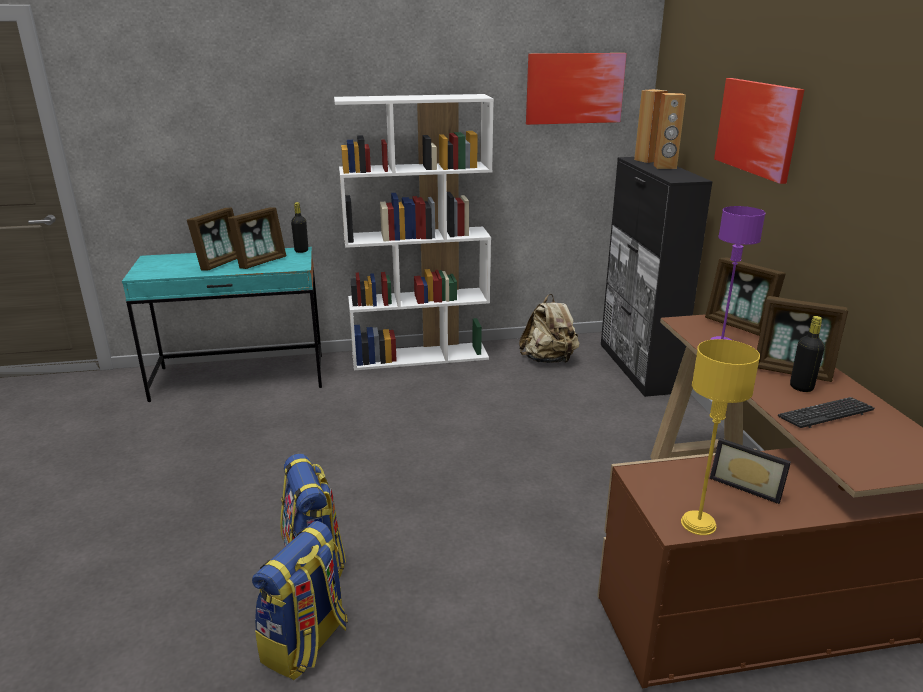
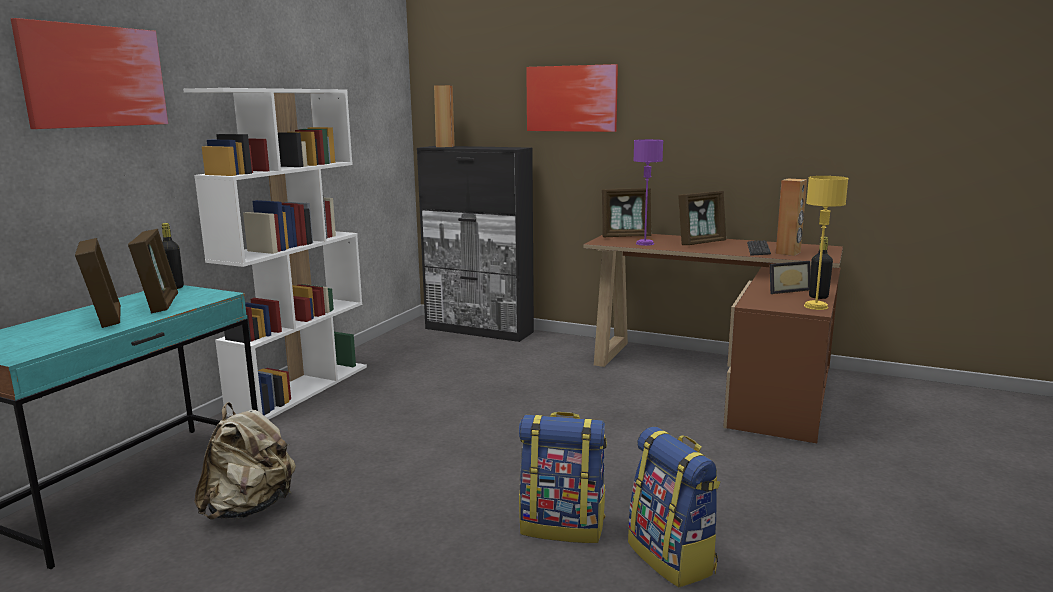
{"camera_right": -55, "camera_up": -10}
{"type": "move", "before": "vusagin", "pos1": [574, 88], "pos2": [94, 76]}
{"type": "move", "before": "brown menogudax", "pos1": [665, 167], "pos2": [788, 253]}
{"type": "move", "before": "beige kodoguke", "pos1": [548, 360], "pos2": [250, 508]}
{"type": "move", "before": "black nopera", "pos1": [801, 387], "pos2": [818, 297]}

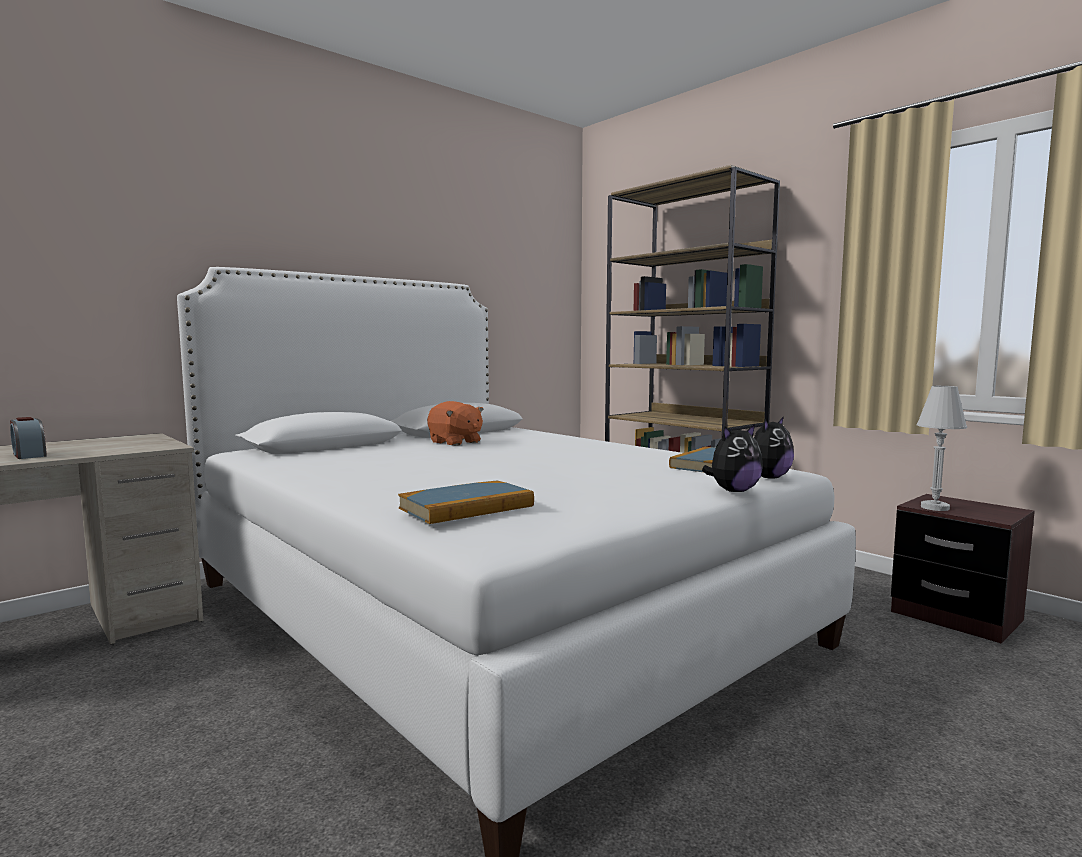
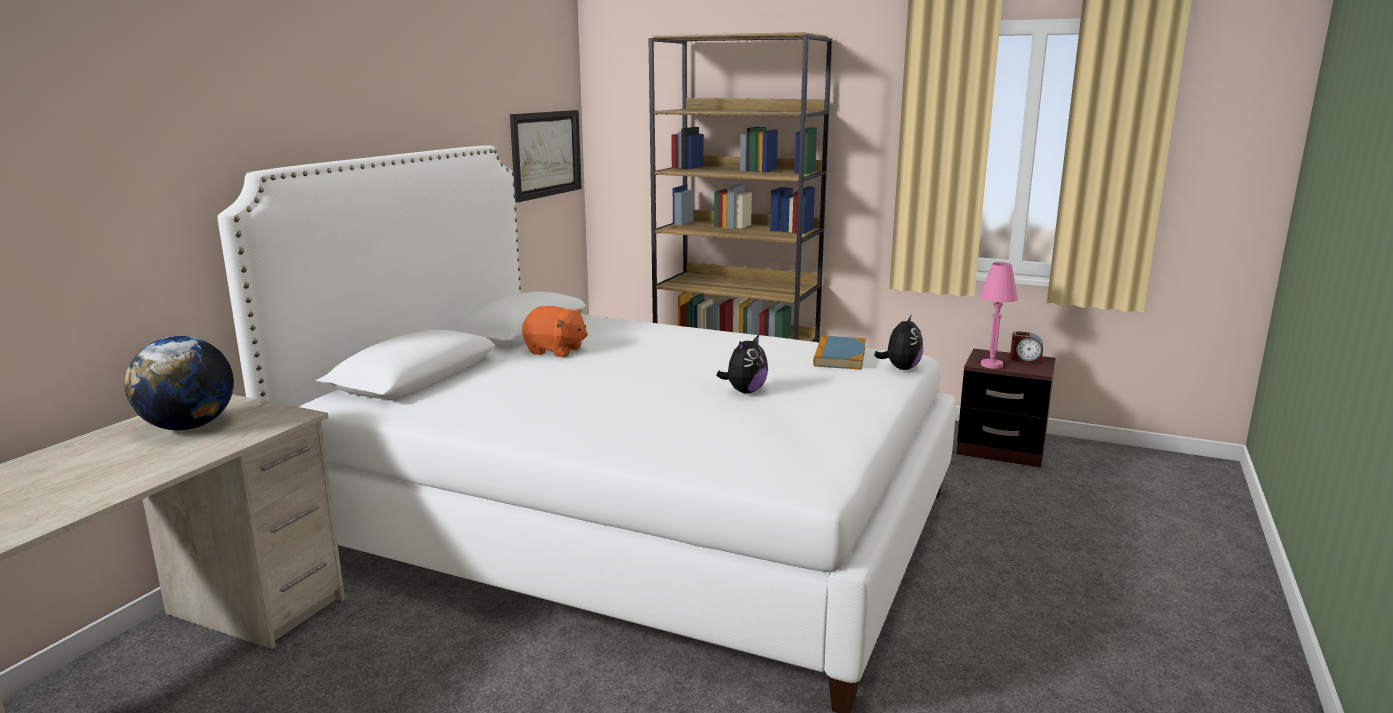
{"camera_right": -25, "camera_up": 10}
{"type": "recolor", "before": "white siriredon", "after": "pink siriredon", "pos1": [934, 507], "pos2": [991, 365]}
{"type": "move", "before": "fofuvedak", "pos1": [29, 455], "pos2": [1025, 359]}
{"type": "move", "before": "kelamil", "pos1": [733, 491], "pos2": [745, 391]}
{"type": "delete", "before": "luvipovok", "pos1": [467, 507]}
{"type": "insert", "after": "vusagin", "pos2": [546, 154]}
{"type": "insert", "after": "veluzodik", "pos2": [188, 427]}

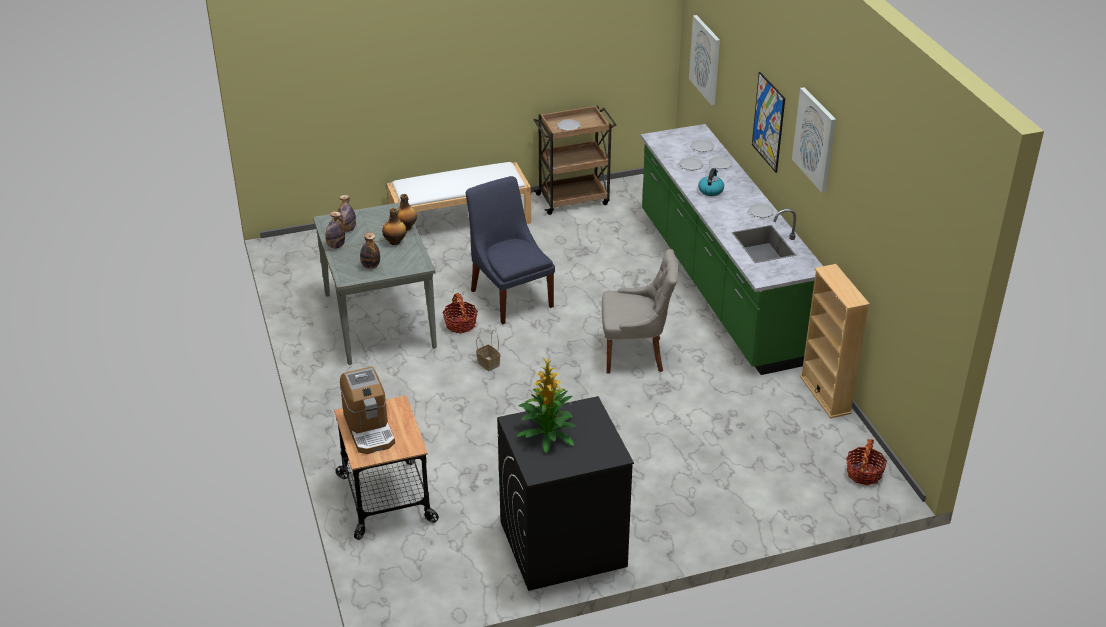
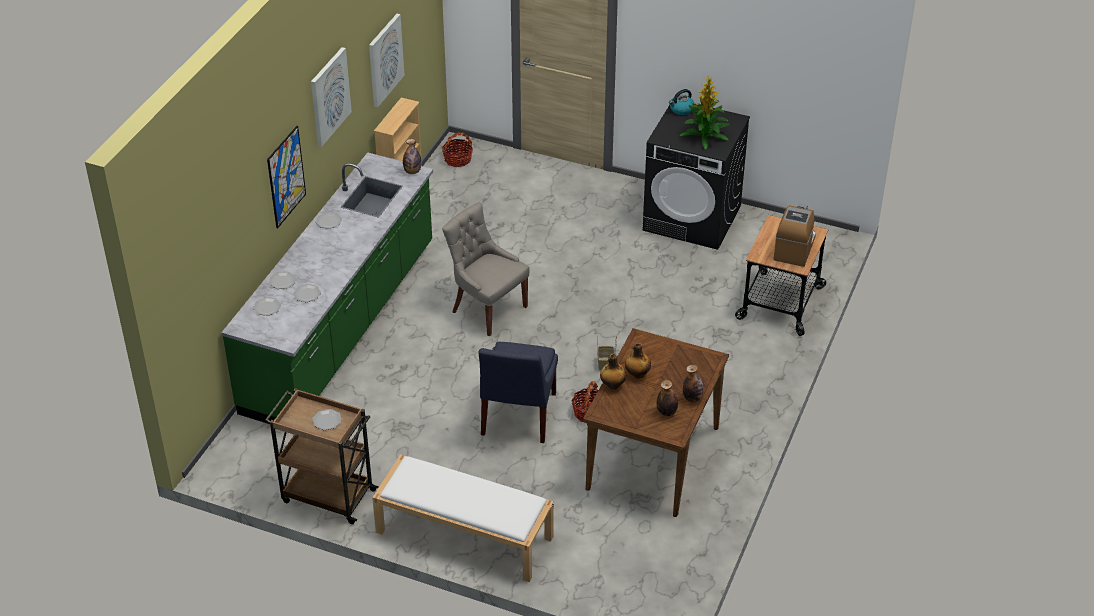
{"camera_right": -140, "camera_up": 5}
{"type": "move", "before": "vusagin", "pos1": [705, 59], "pos2": [385, 60]}
{"type": "move", "before": "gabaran", "pos1": [710, 190], "pos2": [681, 109]}
{"type": "recolor", "before": "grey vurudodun", "after": "brown vurudodun", "pos1": [379, 319], "pos2": [653, 458]}
{"type": "move", "before": "nopera", "pos1": [370, 266], "pos2": [412, 171]}

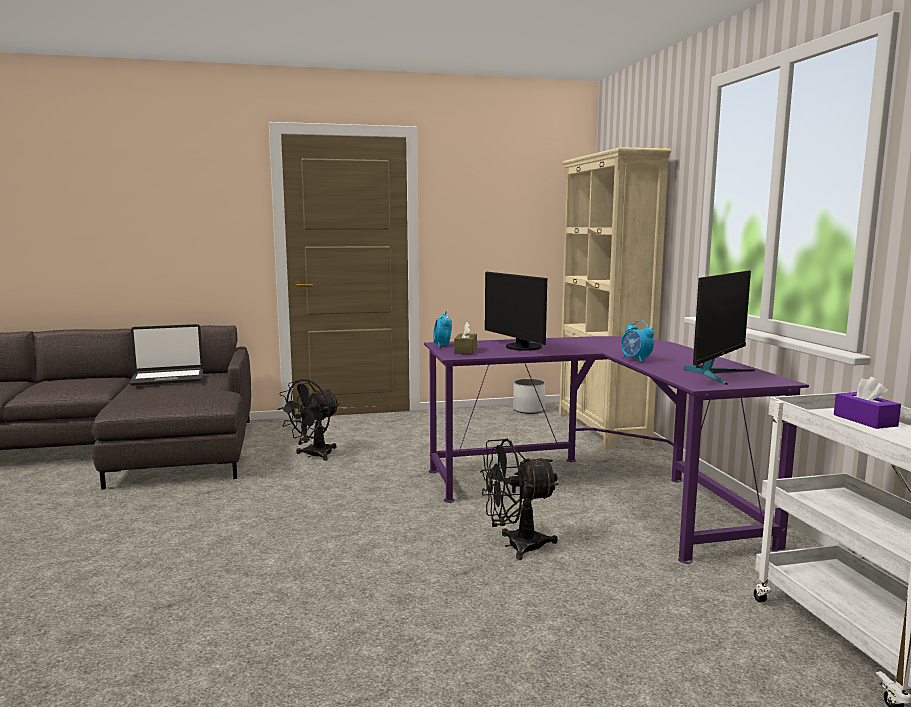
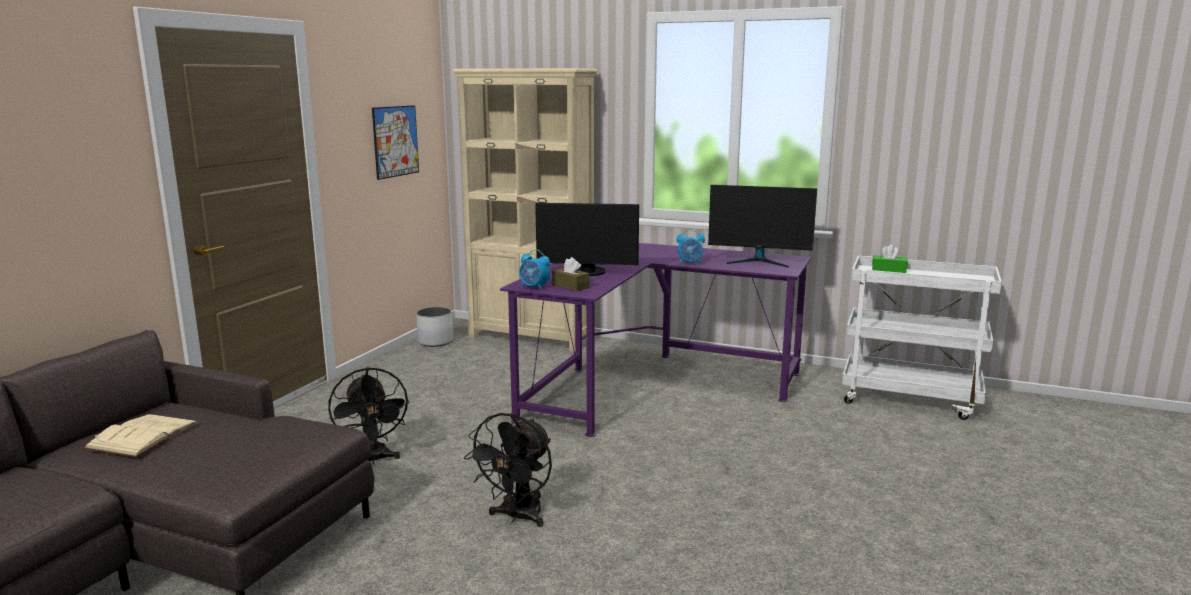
{"camera_right": -55, "camera_up": 5}
{"type": "rotate", "before": "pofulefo", "pos1": [716, 373], "pos2": [759, 261], "turn": 120}
{"type": "replace", "before": "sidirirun", "after": "beige luvipovok", "pos1": [168, 378], "pos2": [143, 435]}
{"type": "recolor", "before": "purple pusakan", "after": "green pusakan", "pos1": [865, 420], "pos2": [888, 271]}
{"type": "move", "before": "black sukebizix", "pos1": [515, 546], "pos2": [517, 517]}
{"type": "insert", "after": "vusagin", "pos2": [395, 141]}

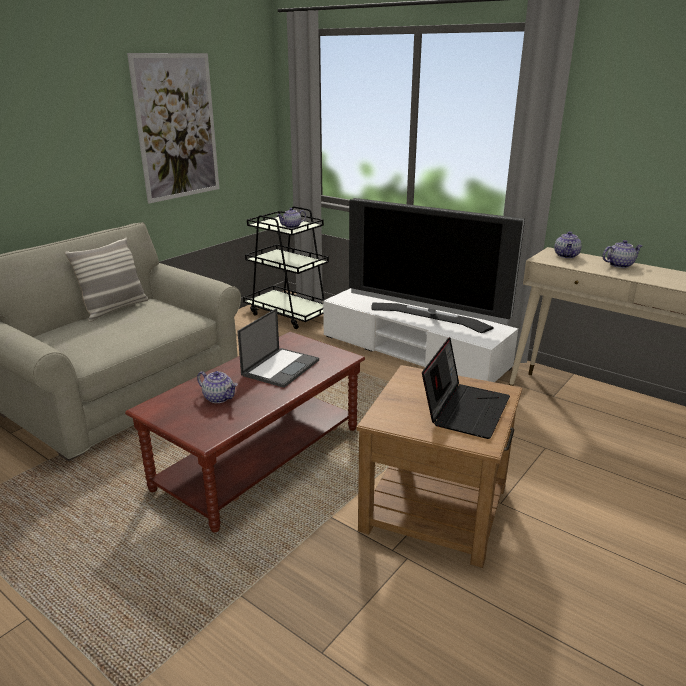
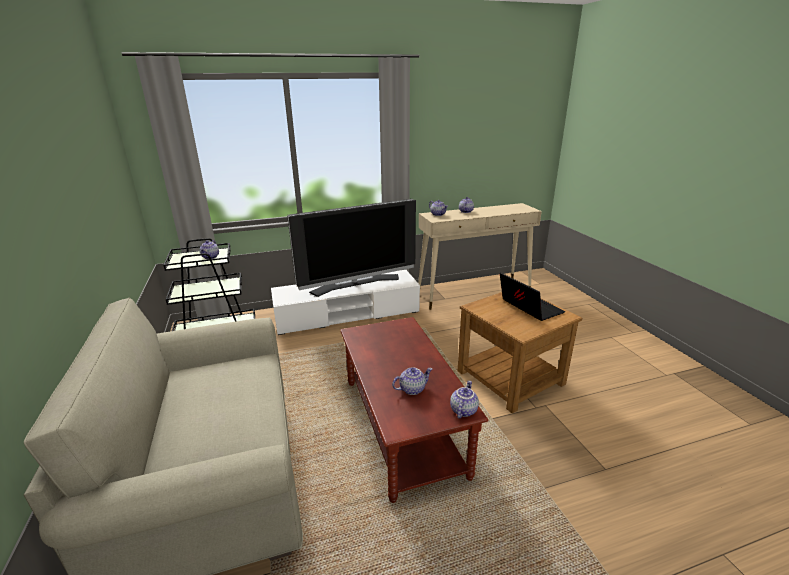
{"camera_right": -55, "camera_up": 0}
{"type": "delete", "before": "vusagin", "pos1": [177, 127]}
{"type": "delete", "before": "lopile", "pos1": [115, 309]}
{"type": "delete", "before": "sidirirun", "pos1": [281, 367]}
{"type": "insert", "after": "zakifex", "pos2": [463, 410]}

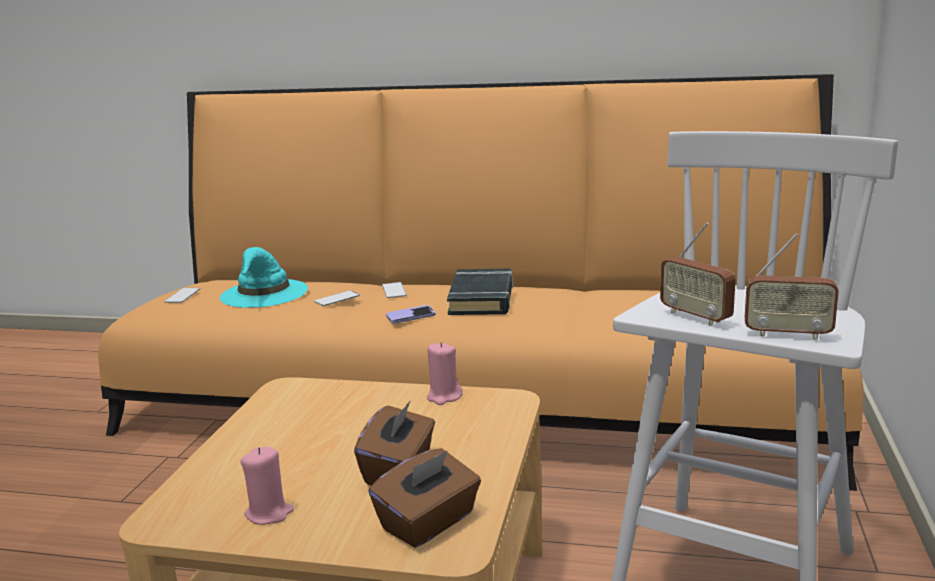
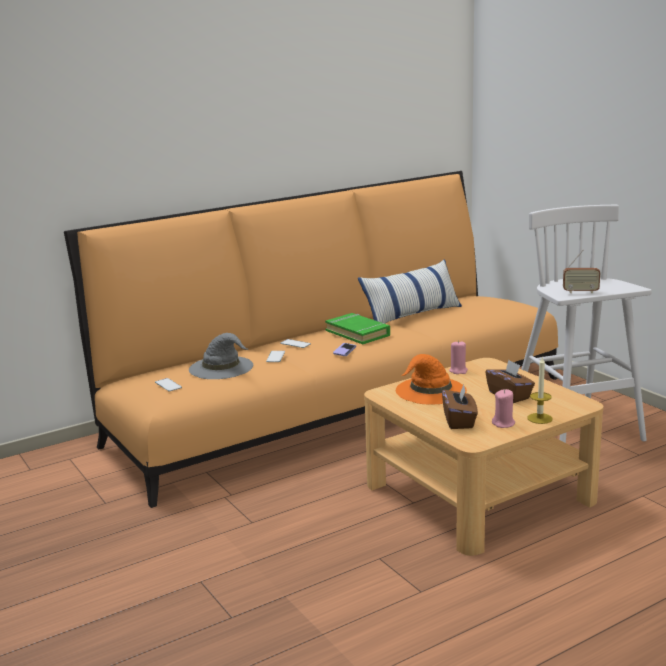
{"camera_right": -45, "camera_up": 0}
{"type": "delete", "before": "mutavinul", "pos1": [787, 334]}
{"type": "recolor", "before": "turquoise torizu", "after": "grey torizu", "pos1": [264, 293], "pos2": [222, 367]}
{"type": "recolor", "before": "black luvipovok", "after": "green luvipovok", "pos1": [482, 299], "pos2": [358, 333]}
{"type": "move", "before": "brown pusakan", "pos1": [429, 522], "pos2": [459, 421]}
{"type": "insert", "after": "lopile", "pos2": [412, 315]}
{"type": "insert", "after": "orange torizu", "pos2": [430, 391]}
{"type": "insert", "after": "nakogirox", "pos2": [539, 418]}

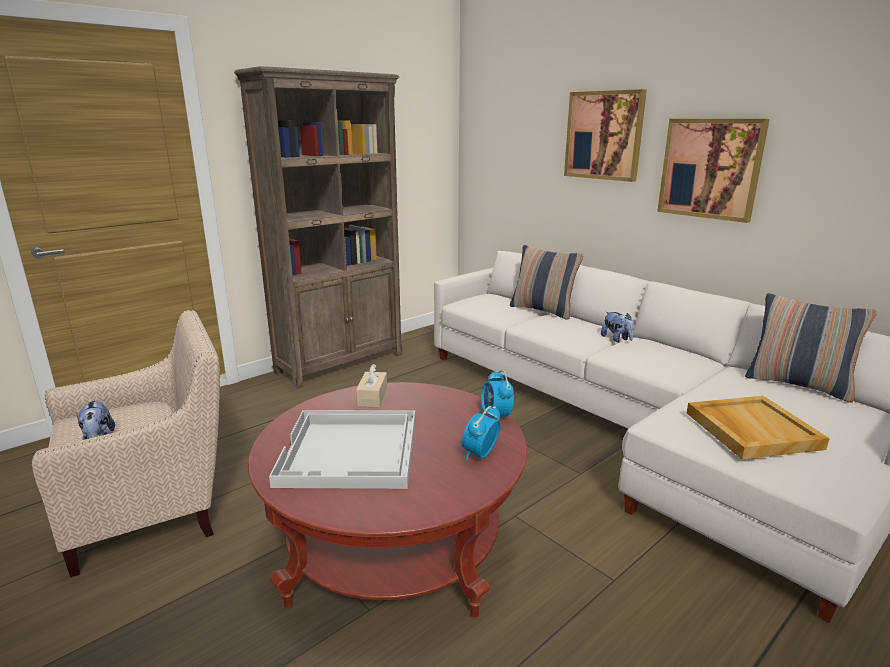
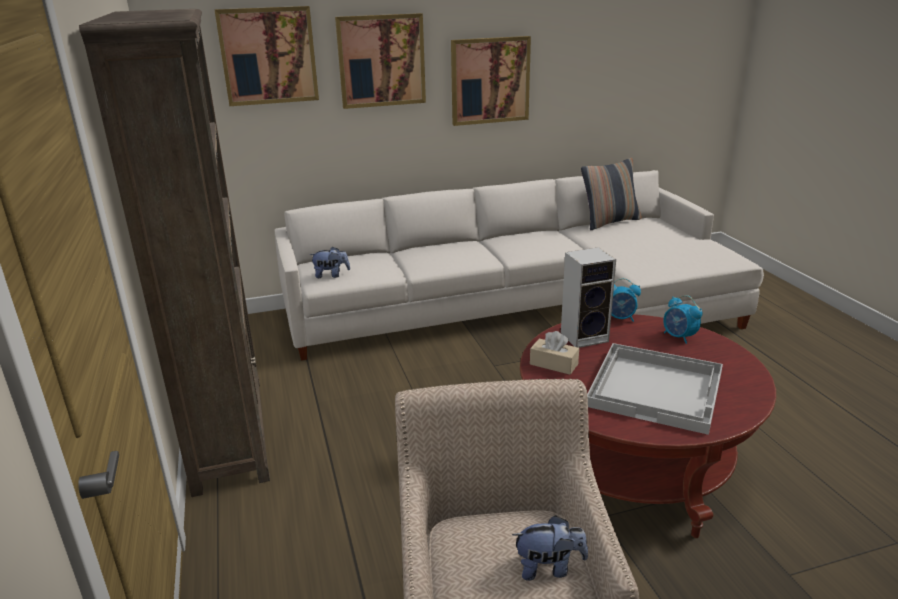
{"camera_right": -65, "camera_up": 5}
{"type": "delete", "before": "lopile", "pos1": [543, 310]}
{"type": "move", "before": "kelamil", "pos1": [617, 339], "pos2": [331, 275]}
{"type": "delete", "before": "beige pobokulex", "pos1": [750, 430]}
{"type": "insert", "after": "vusagin", "pos2": [268, 56]}
{"type": "insert", "after": "menogudax", "pos2": [585, 336]}

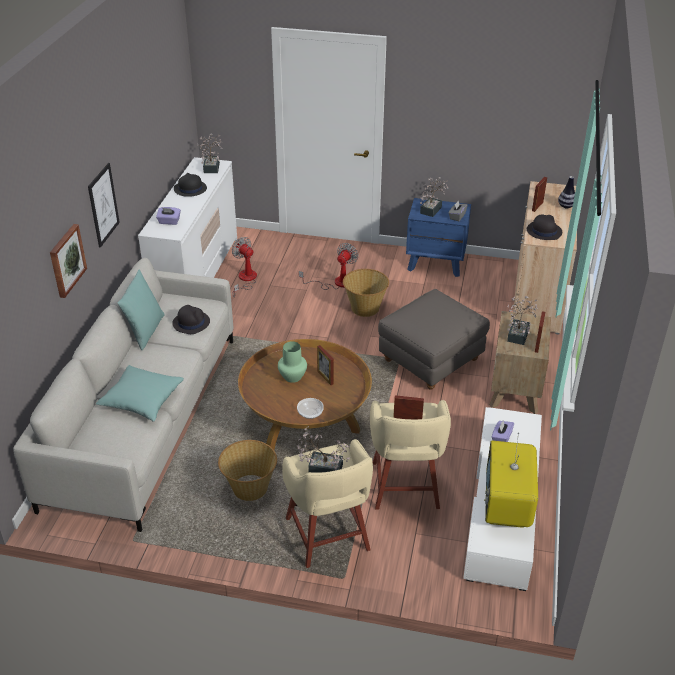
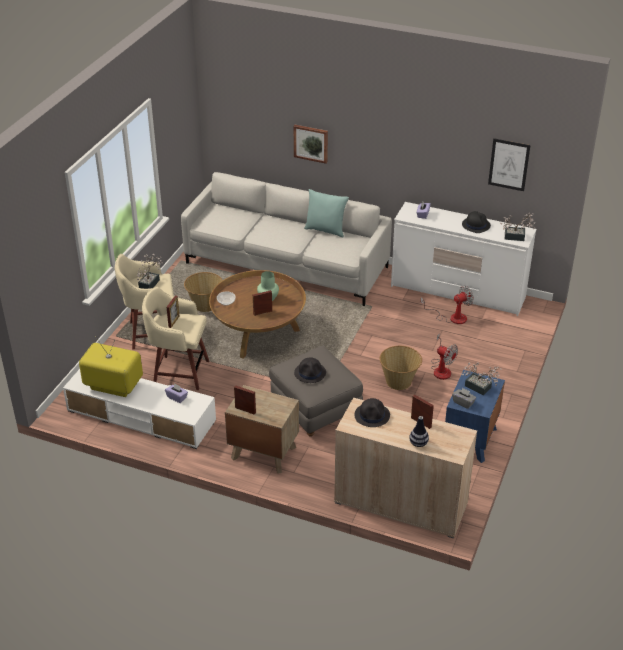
{"camera_right": 100, "camera_up": 0}
{"type": "move", "before": "vusagin", "pos1": [103, 205], "pos2": [509, 164]}
{"type": "delete", "before": "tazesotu", "pos1": [519, 333]}
{"type": "move", "before": "black torizu", "pos1": [191, 322], "pos2": [310, 373]}
{"type": "delete", "before": "turquoise lopile", "pos1": [142, 400]}

